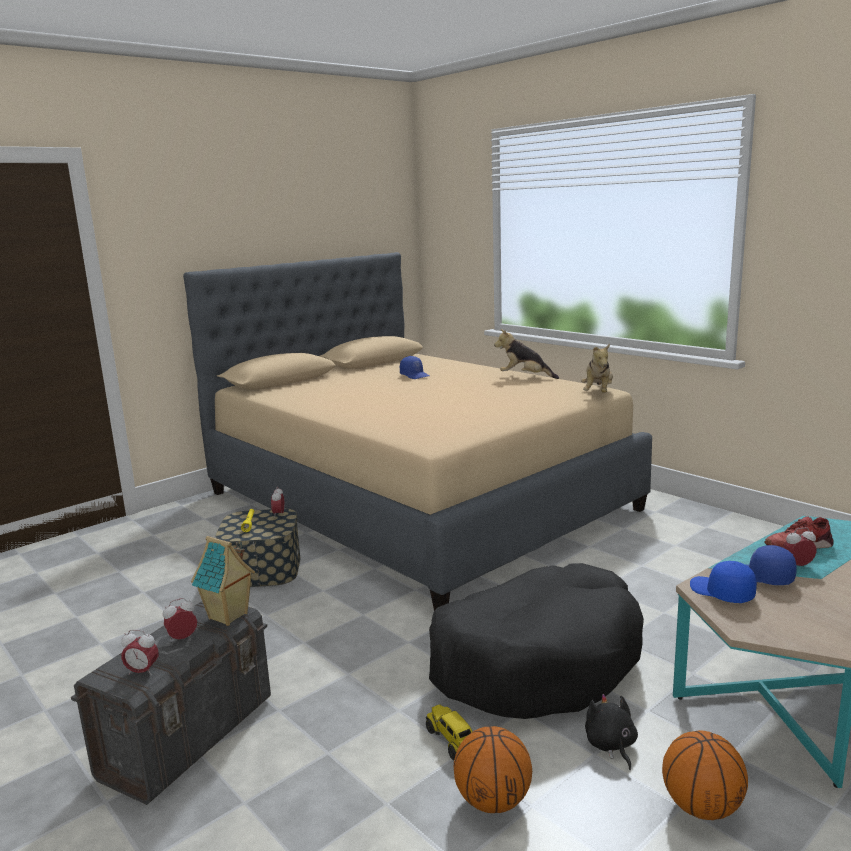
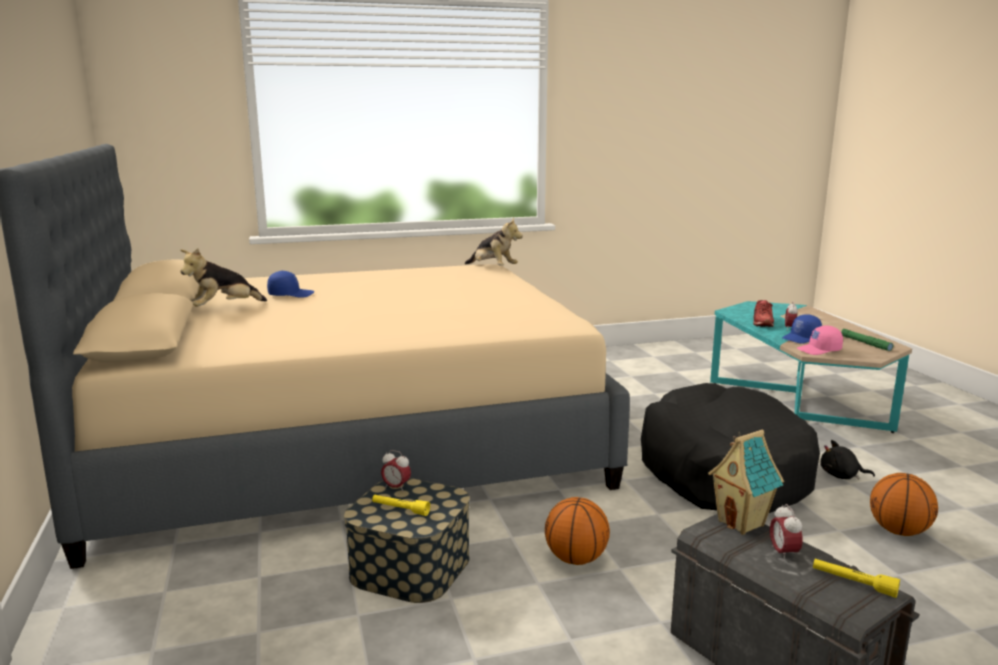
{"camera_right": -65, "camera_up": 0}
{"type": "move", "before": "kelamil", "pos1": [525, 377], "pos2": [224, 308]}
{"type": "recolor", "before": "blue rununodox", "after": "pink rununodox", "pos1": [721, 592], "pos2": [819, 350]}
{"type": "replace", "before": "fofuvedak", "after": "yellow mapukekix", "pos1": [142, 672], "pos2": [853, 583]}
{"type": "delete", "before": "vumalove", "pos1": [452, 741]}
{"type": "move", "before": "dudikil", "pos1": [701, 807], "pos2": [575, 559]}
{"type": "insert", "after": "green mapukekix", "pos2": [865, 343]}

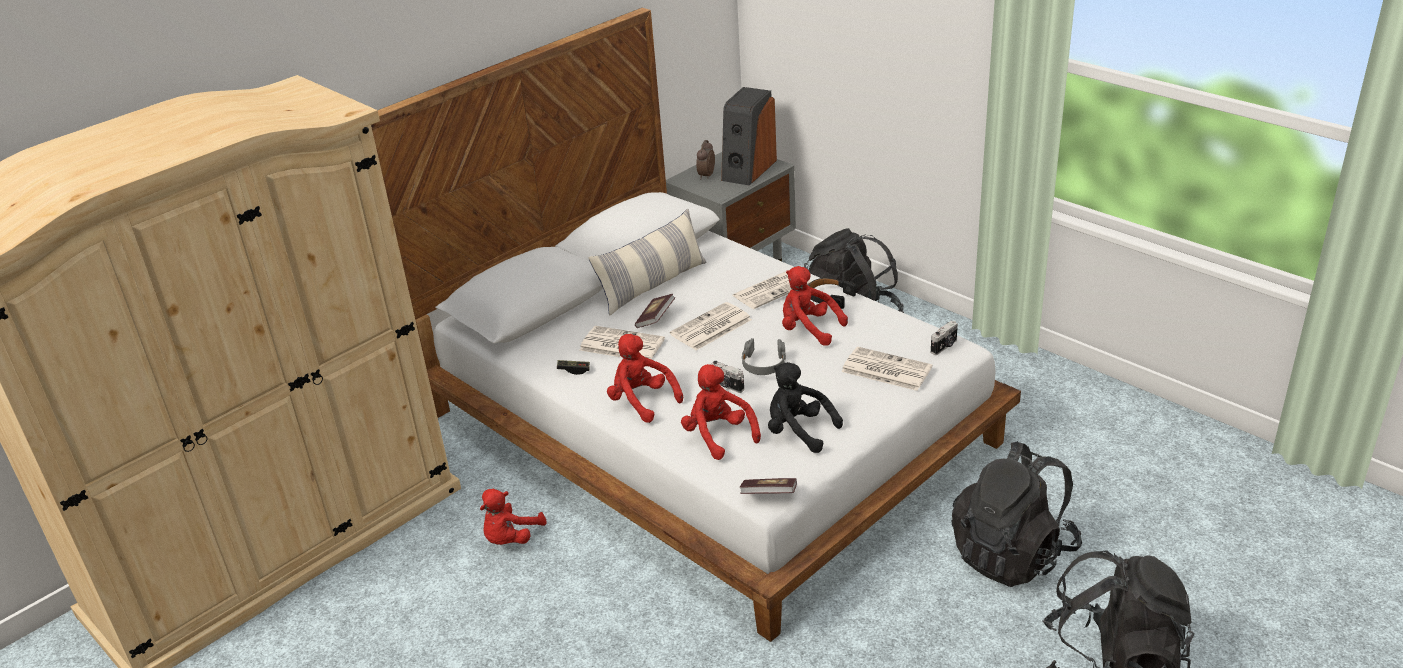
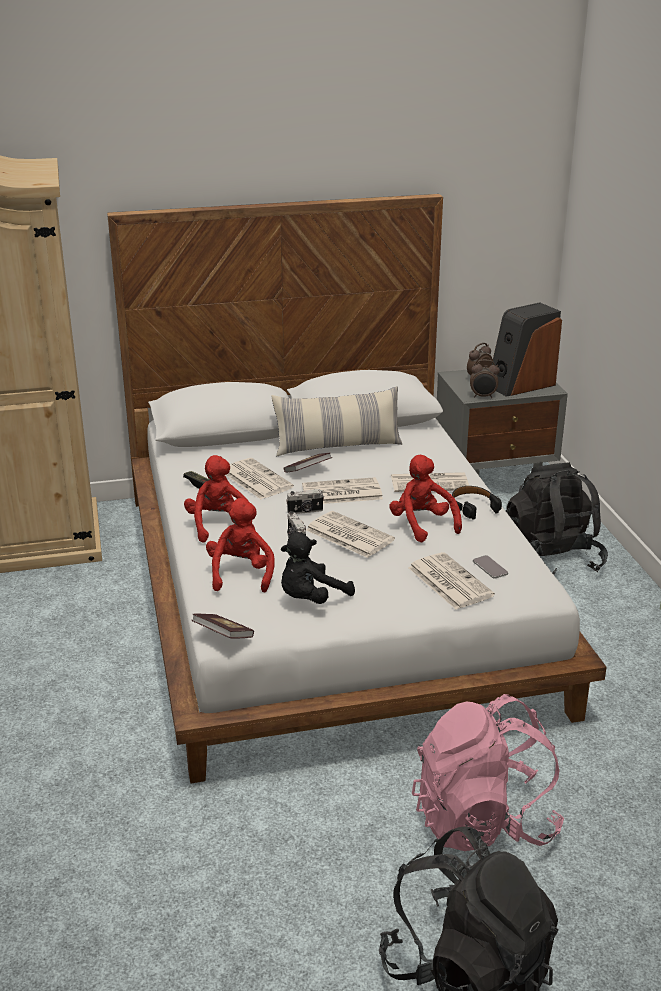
{"camera_right": 30, "camera_up": -5}
{"type": "move", "before": "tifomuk", "pos1": [944, 347], "pos2": [305, 511]}
{"type": "replace", "before": "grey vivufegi", "after": "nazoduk", "pos1": [763, 363], "pos2": [348, 535]}
{"type": "rotate", "before": "black kelamil", "pos1": [798, 431], "pos2": [311, 598], "turn": -105}
{"type": "recolor", "before": "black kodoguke", "after": "pink kodoguke", "pos1": [1012, 554], "pos2": [483, 821]}
{"type": "delete", "before": "red kelamil", "pos1": [511, 538]}
{"type": "insert", "after": "fofuvedak", "pos2": [483, 396]}
{"type": "insert", "after": "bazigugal", "pos2": [490, 567]}

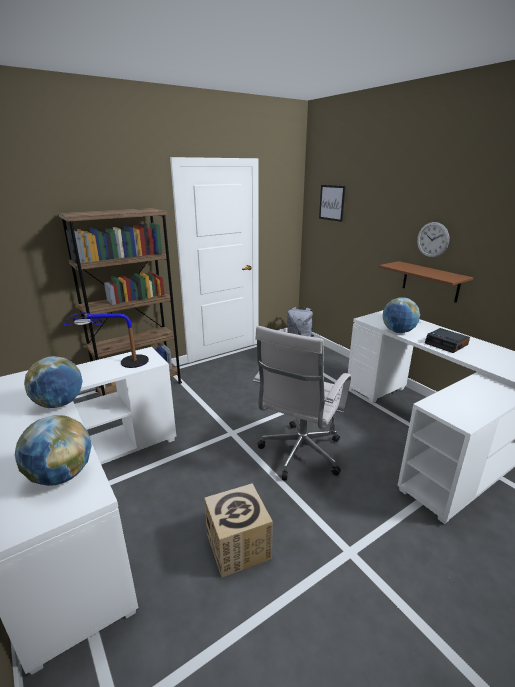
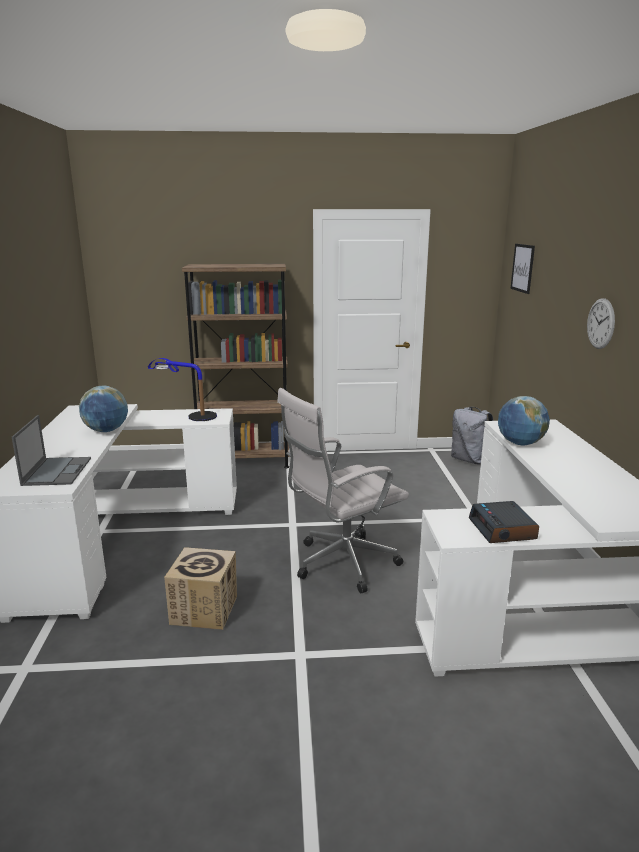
{"camera_right": 30, "camera_up": -5}
{"type": "delete", "before": "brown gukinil", "pos1": [430, 281]}
{"type": "move", "before": "fofuvedak", "pos1": [446, 344], "pos2": [503, 529]}
{"type": "replace", "before": "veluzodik", "after": "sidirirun", "pos1": [61, 475], "pos2": [57, 471]}

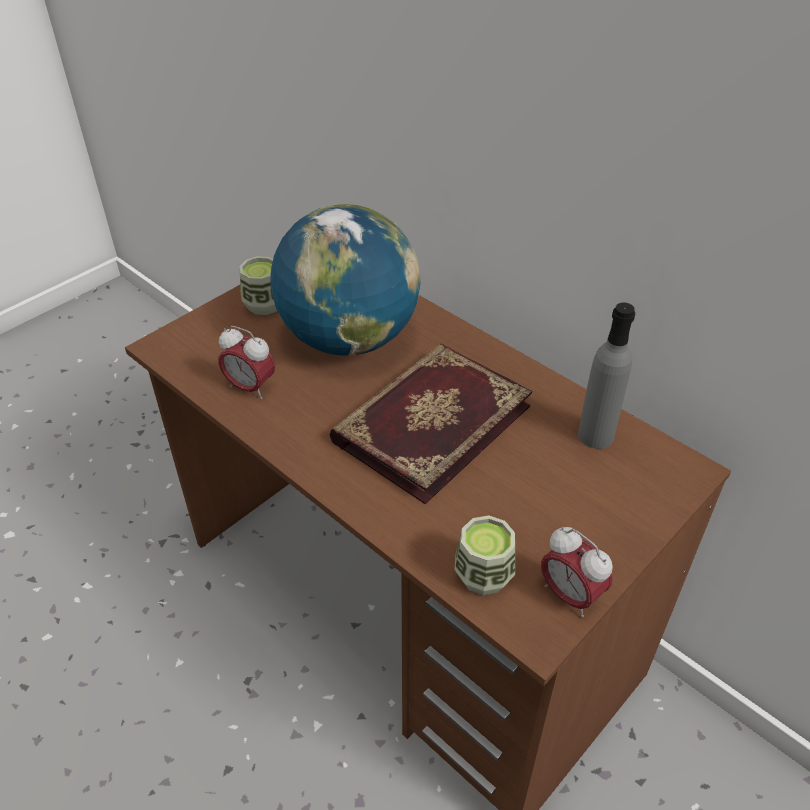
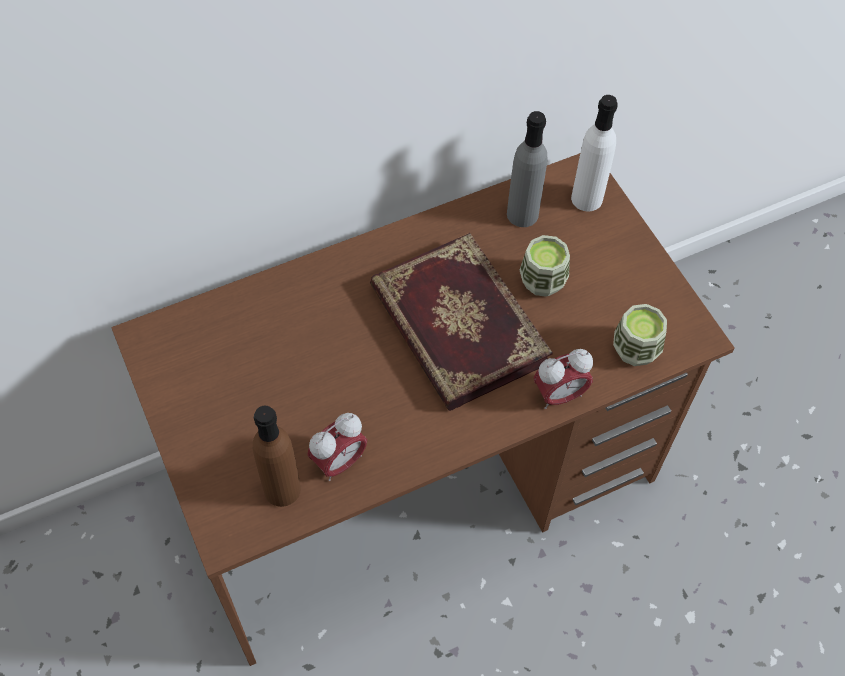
{"camera_right": -70, "camera_up": 15}
{"type": "delete", "before": "veluzodik", "pos1": [349, 339]}
{"type": "move", "before": "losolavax", "pos1": [264, 304], "pos2": [542, 281]}
{"type": "move", "before": "fofuvedak", "pos1": [570, 595], "pos2": [559, 395]}
{"type": "insert", "after": "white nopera", "pos2": [587, 198]}
{"type": "insert", "after": "brown nopera", "pos2": [282, 489]}

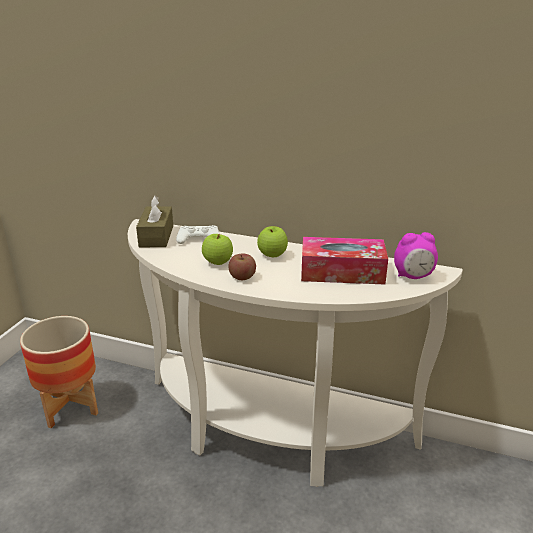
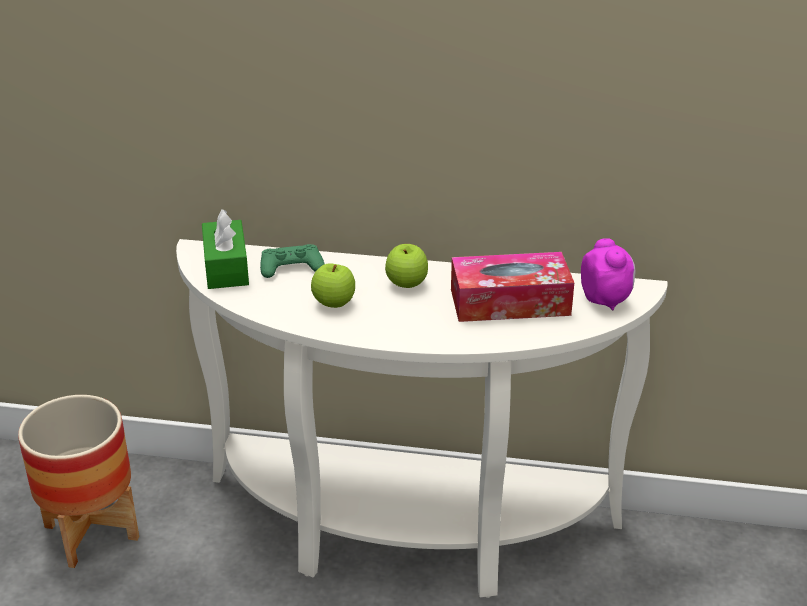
{"camera_right": -10, "camera_up": 5}
{"type": "recolor", "before": "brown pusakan", "after": "green pusakan", "pos1": [156, 236], "pos2": [226, 267]}
{"type": "recolor", "before": "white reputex", "after": "green reputex", "pos1": [199, 239], "pos2": [291, 267]}
{"type": "rotate", "before": "fofuvedak", "pos1": [413, 276], "pos2": [605, 300], "turn": -90}
{"type": "delete", "before": "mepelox", "pos1": [242, 277]}

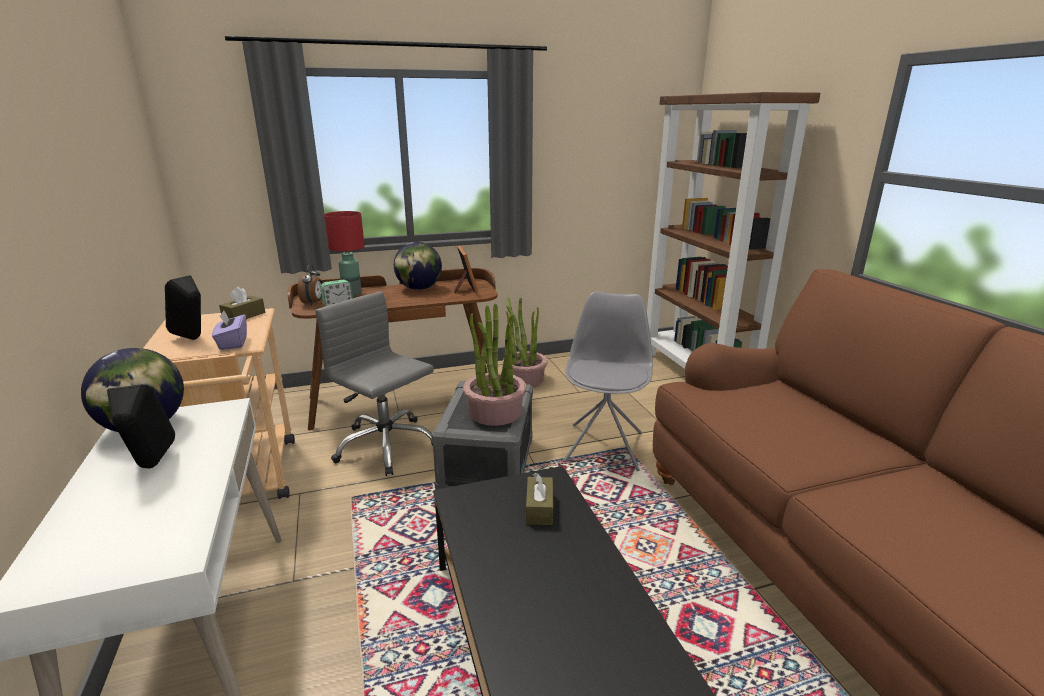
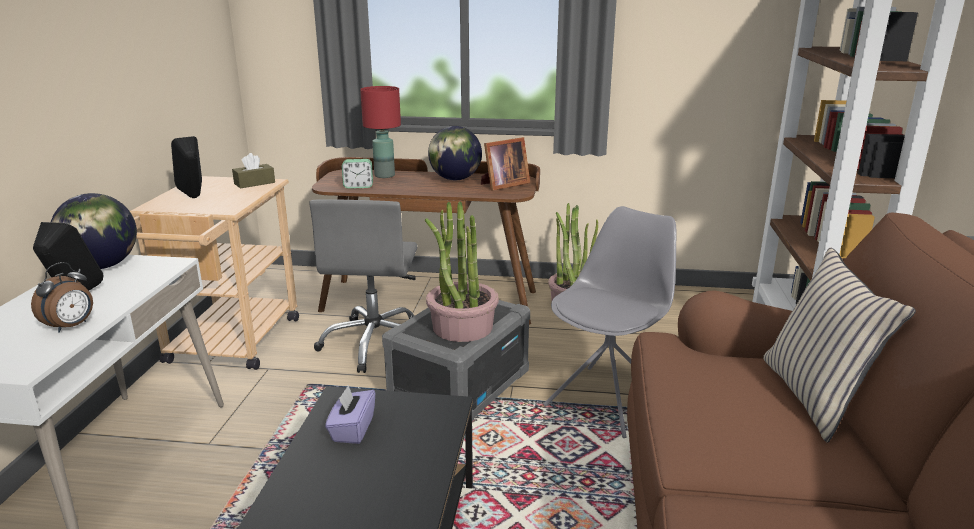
{"camera_right": 25, "camera_up": 0}
{"type": "rotate", "before": "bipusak", "pos1": [465, 288], "pos2": [503, 185], "turn": 45}
{"type": "move", "before": "fofuvedak", "pos1": [314, 303], "pos2": [71, 326]}
{"type": "rotate", "before": "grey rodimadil", "pos1": [386, 446], "pos2": [375, 343], "turn": -150}
{"type": "move", "before": "purple pusakan", "pos1": [232, 343], "pos2": [352, 429]}
{"type": "delete", "before": "brown pusakan", "pos1": [539, 508]}
{"type": "insert", "after": "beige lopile", "pos2": [816, 396]}

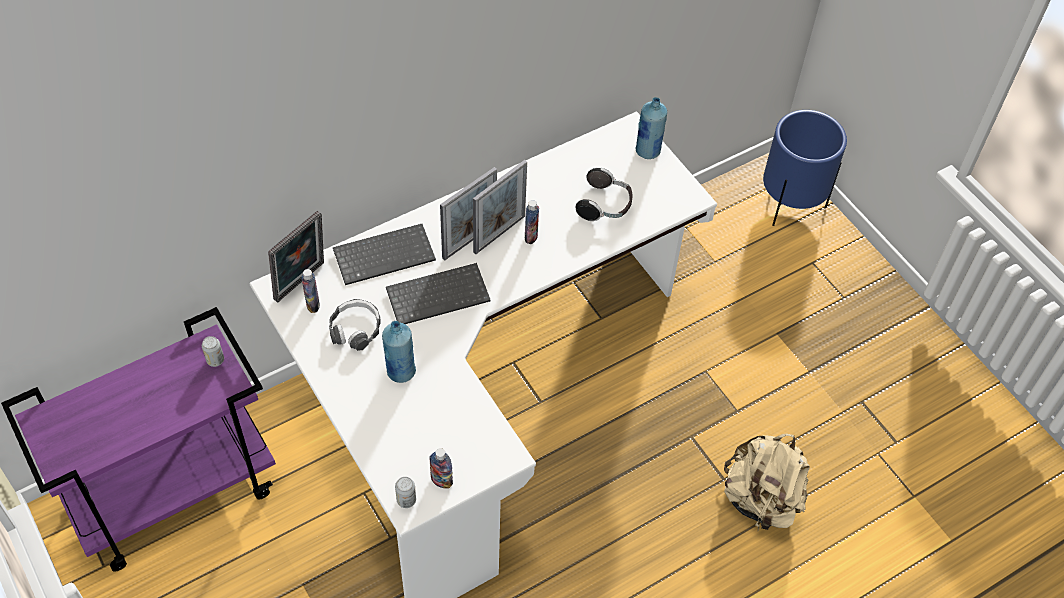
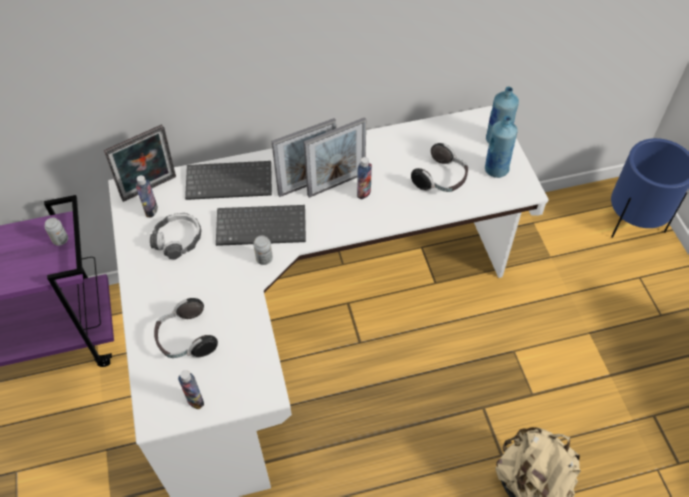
{"camera_right": 20, "camera_up": 0}
{"type": "move", "before": "blue nopera", "pos1": [400, 371], "pos2": [496, 169]}
{"type": "move", "before": "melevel", "pos1": [406, 500], "pos2": [264, 259]}
{"type": "insert", "after": "vivufegi", "pos2": [186, 339]}

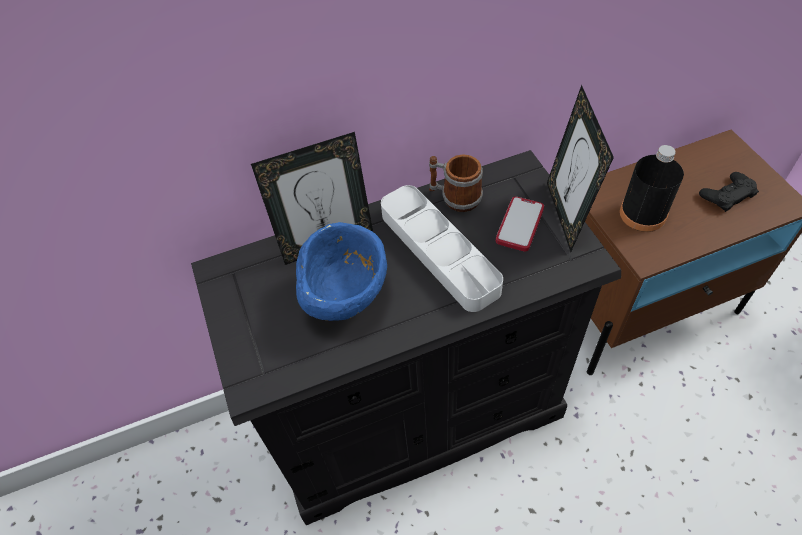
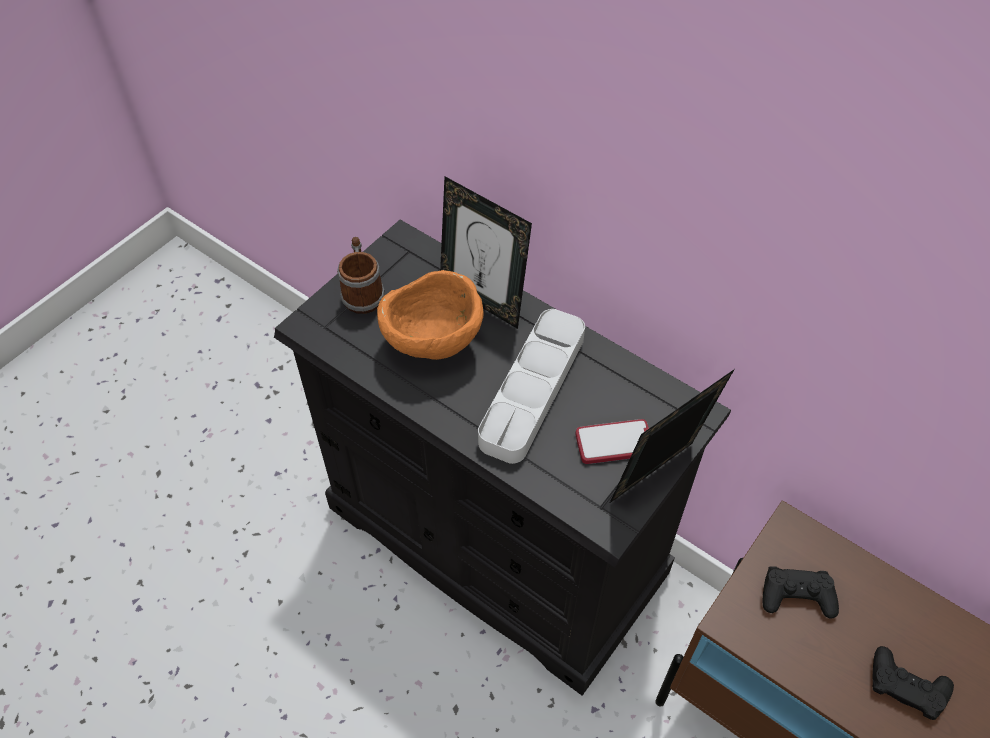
{"camera_right": 55, "camera_up": 0}
{"type": "replace", "before": "black nopera", "after": "black reputex", "pos1": [643, 214], "pos2": [797, 595]}
{"type": "move", "before": "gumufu", "pos1": [454, 197], "pos2": [363, 293]}
{"type": "recolor", "before": "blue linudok", "after": "orange linudok", "pos1": [346, 298], "pos2": [433, 344]}

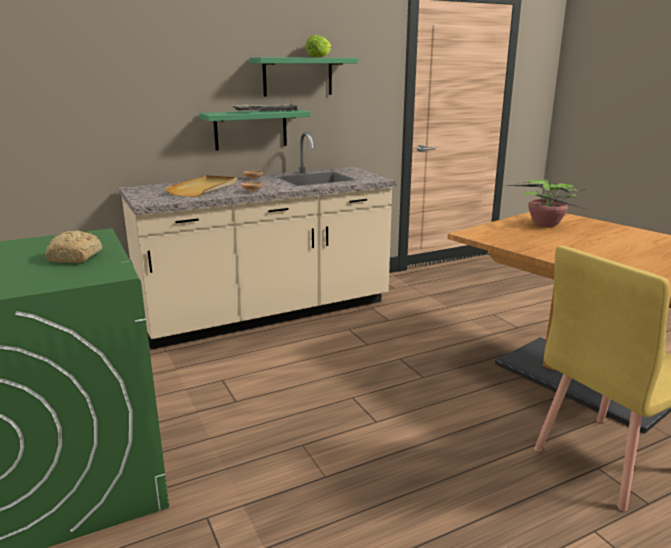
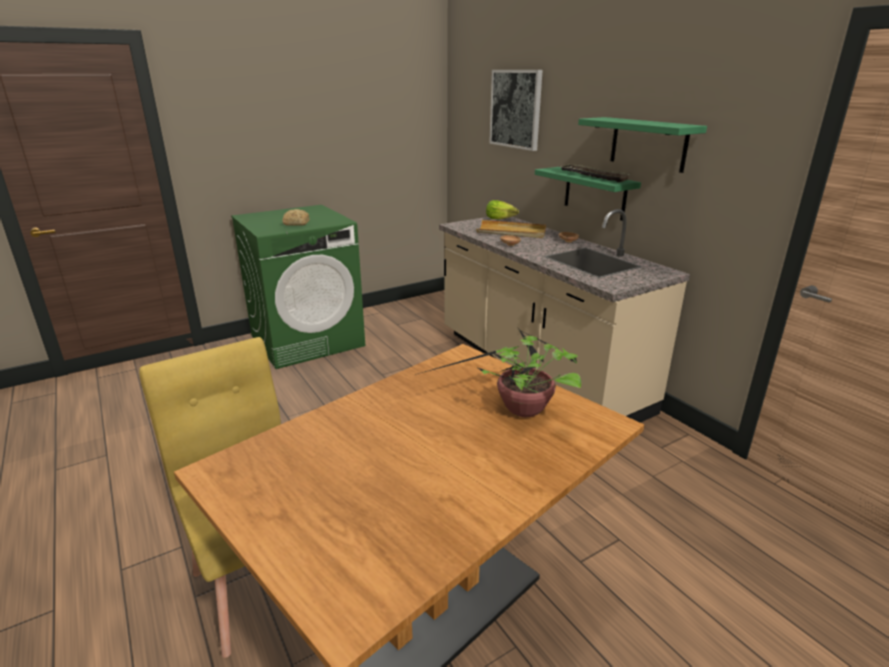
{"camera_right": 85, "camera_up": 5}
{"type": "move", "before": "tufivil", "pos1": [319, 57], "pos2": [500, 219]}
{"type": "insert", "after": "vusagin", "pos2": [516, 109]}

